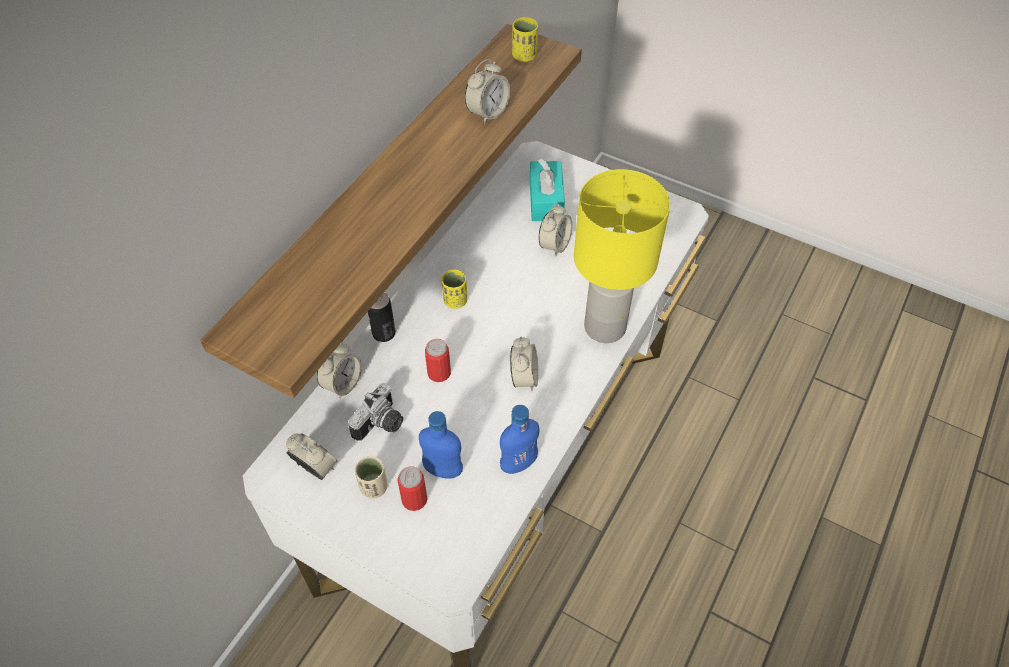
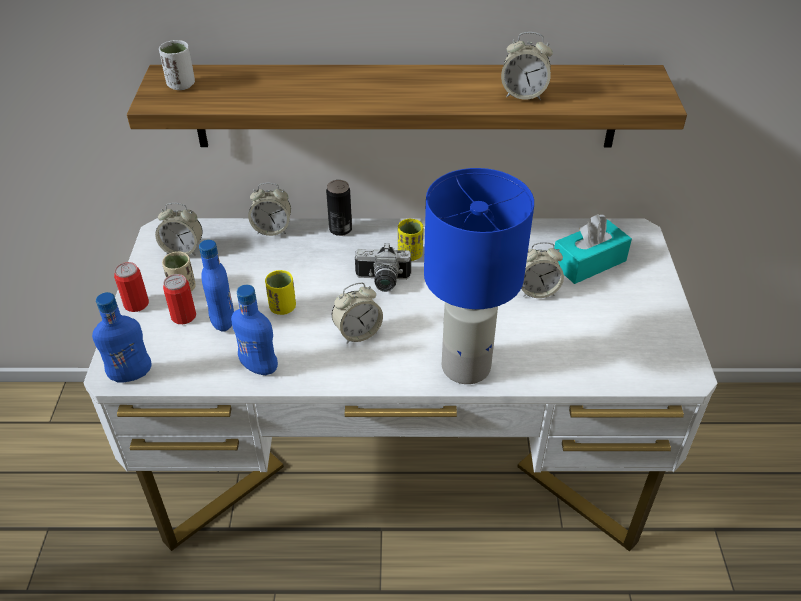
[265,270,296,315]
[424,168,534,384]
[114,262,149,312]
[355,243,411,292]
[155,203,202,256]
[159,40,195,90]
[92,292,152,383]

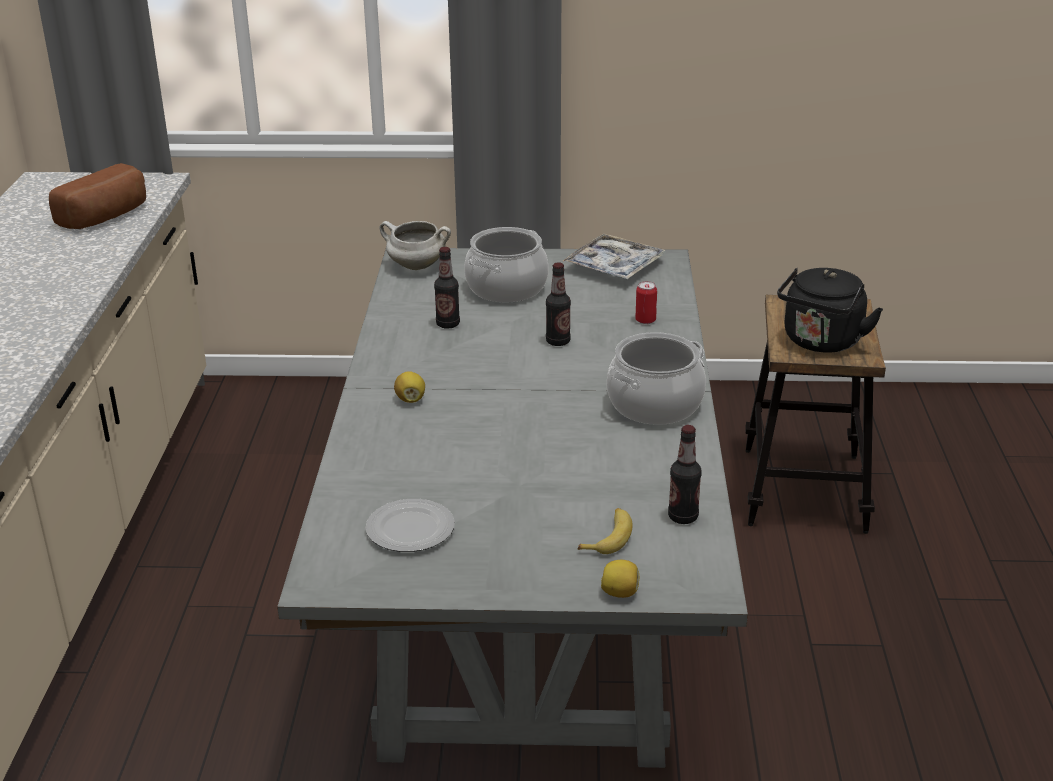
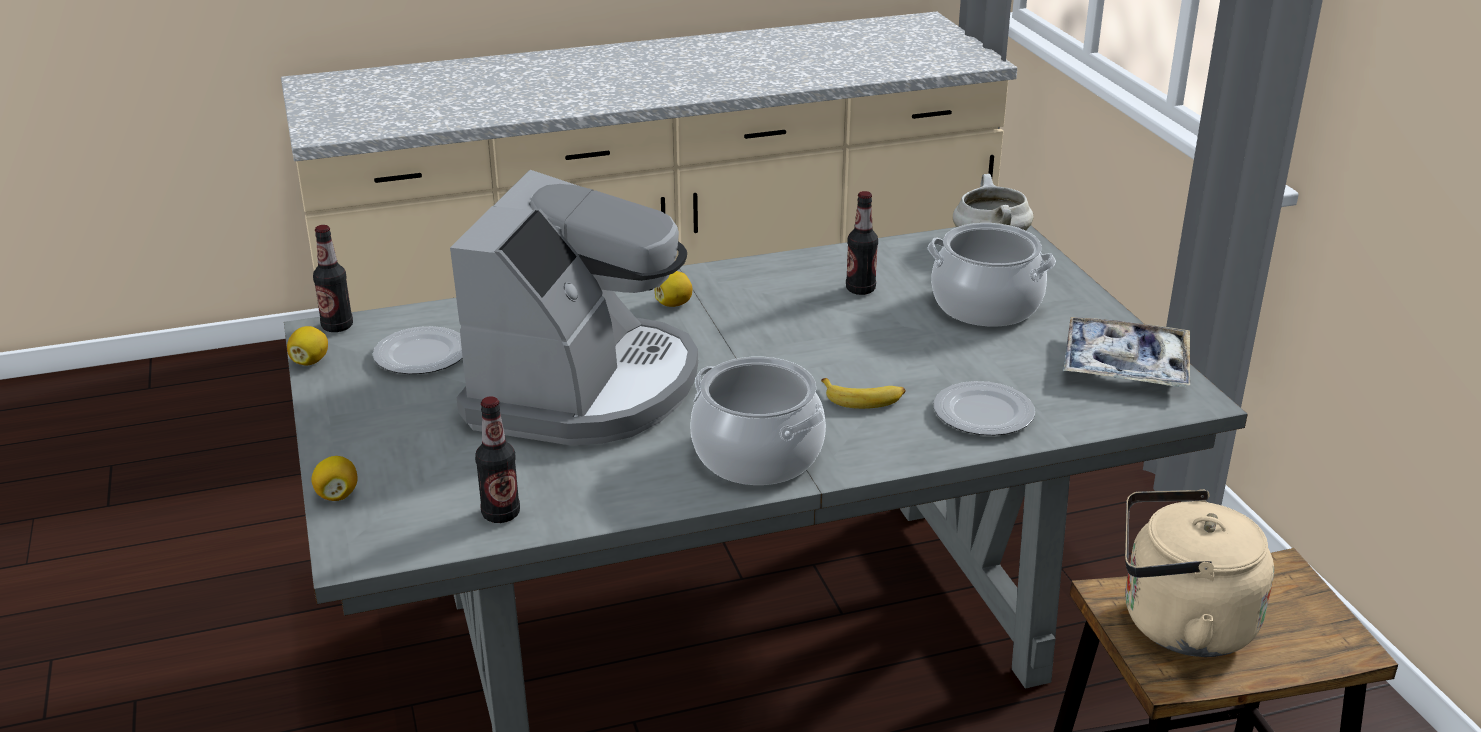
[49,163,146,229] (first image)
[313,225,353,332]
[1125,489,1274,657]
[934,381,1035,436]
[821,378,905,409]
[450,170,698,445]
[287,326,328,366]

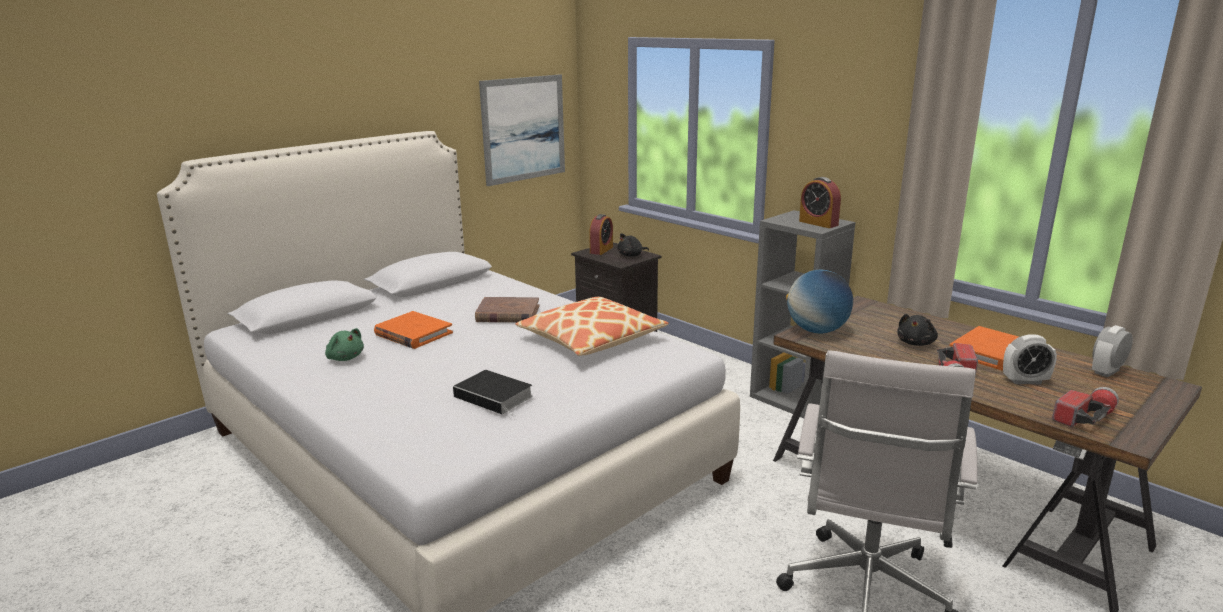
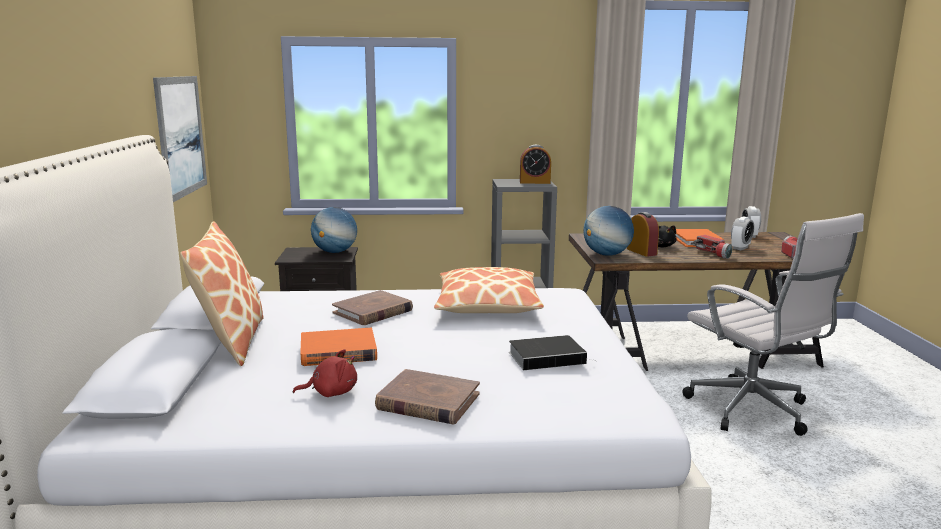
[627,212,659,257]
[311,207,357,253]
[293,349,357,397]
[180,221,264,366]
[375,369,480,425]

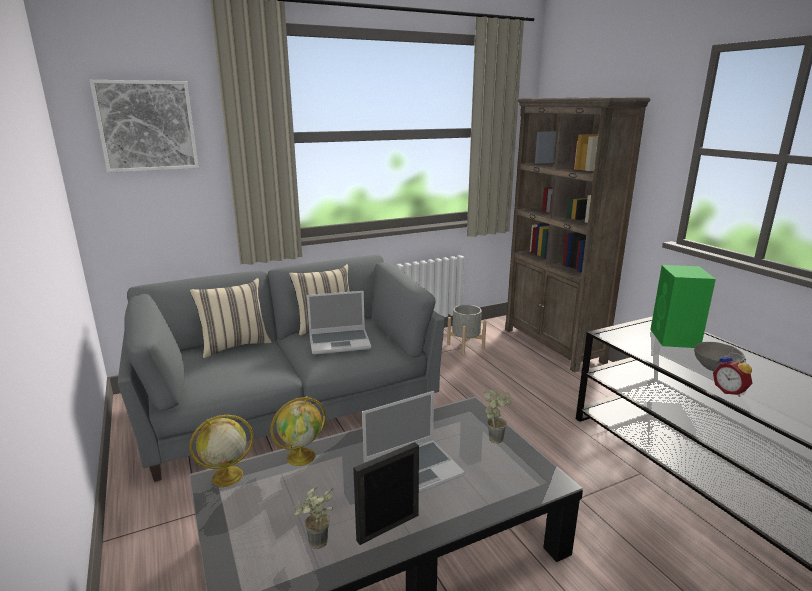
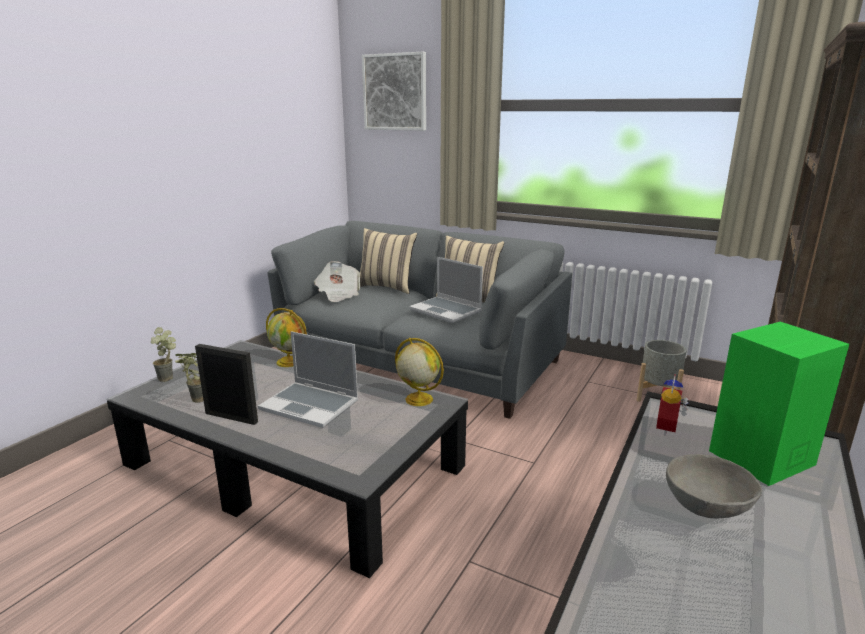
[656,374,689,436]
[151,327,176,382]
[395,338,444,406]
[314,261,360,302]

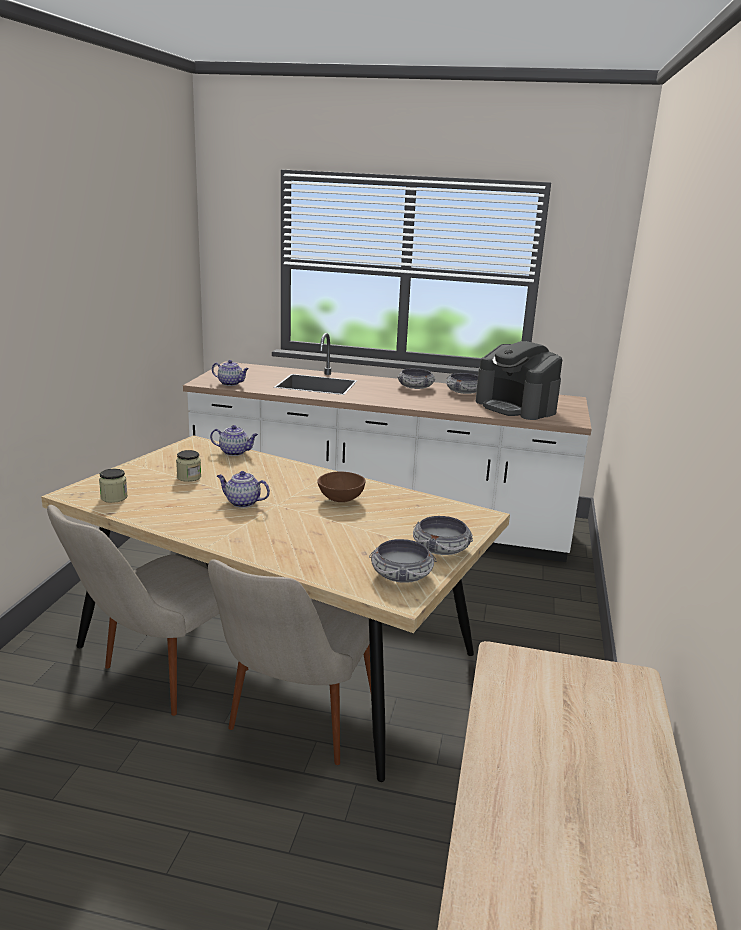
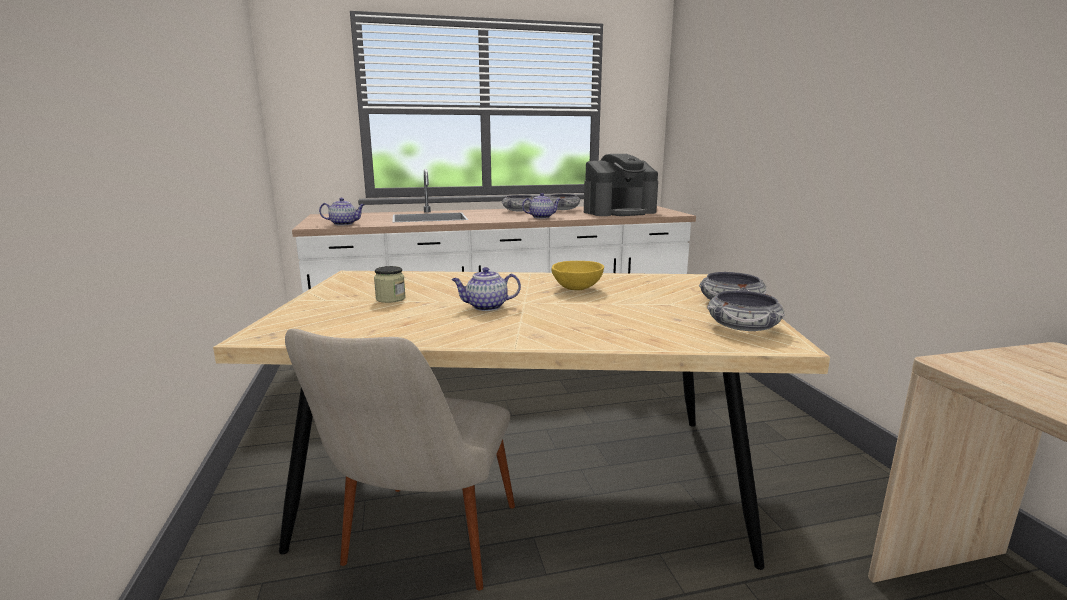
[584,154,658,216]
[522,193,561,219]
[99,469,128,503] (first image)
[551,261,604,290]
[208,559,371,765] (first image)

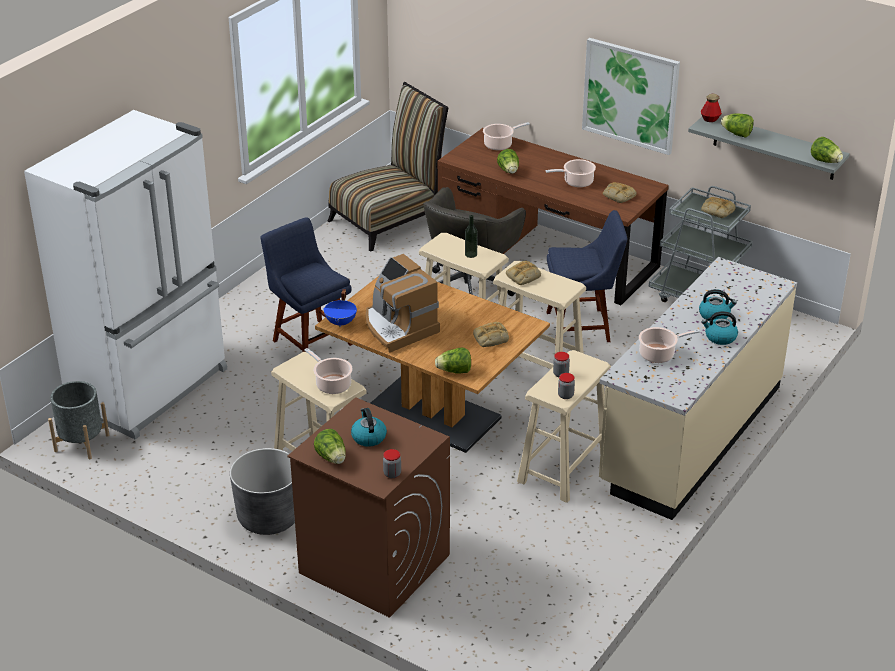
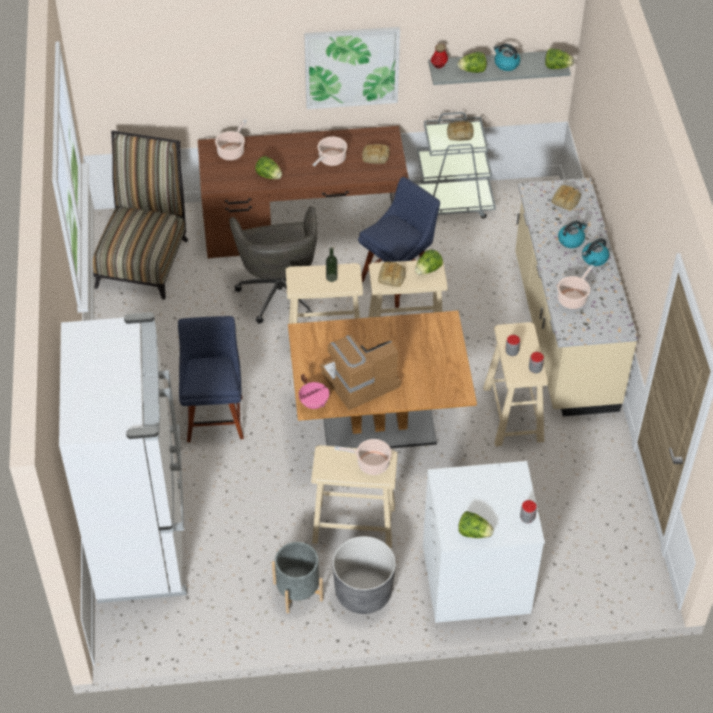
[178,316,244,442]
[320,335,401,410]
[299,374,329,409]
[552,185,581,211]
[415,249,443,275]
[272,542,323,614]
[423,461,545,623]
[493,43,520,71]

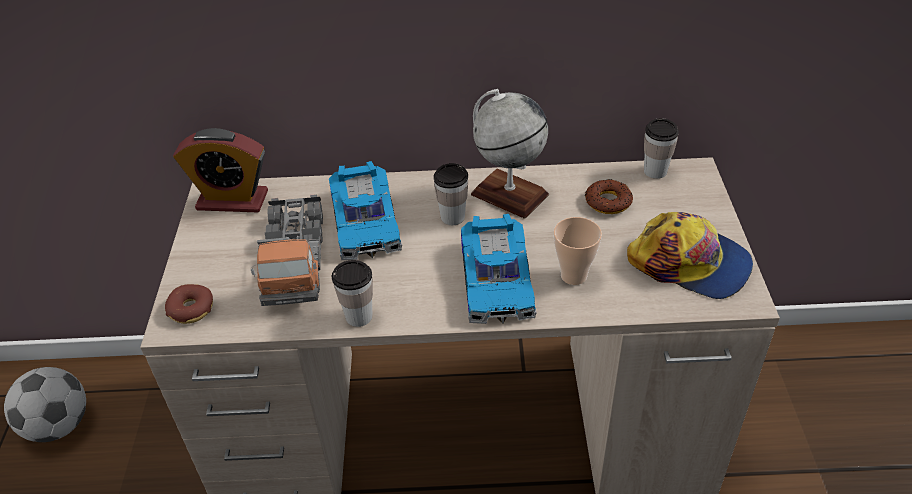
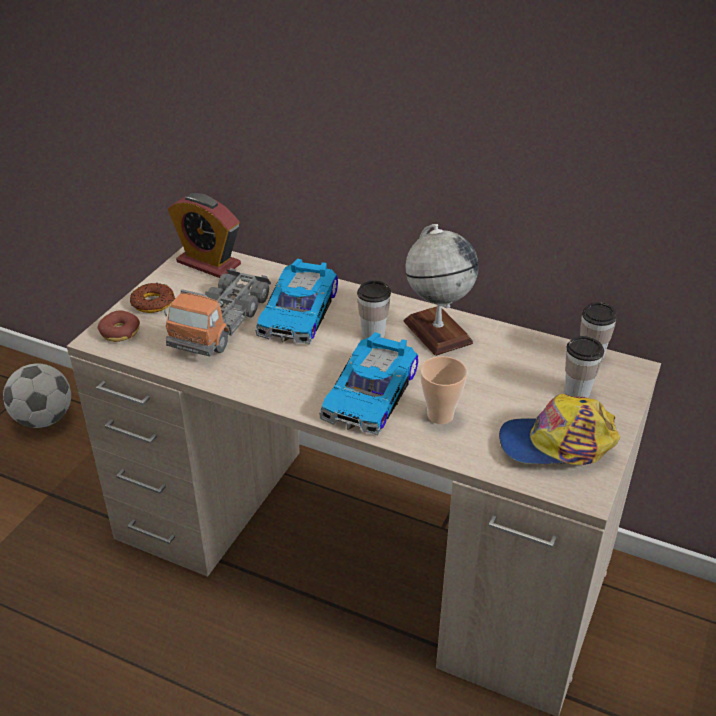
[130,283,175,313]
[499,394,620,465]
[565,336,604,398]

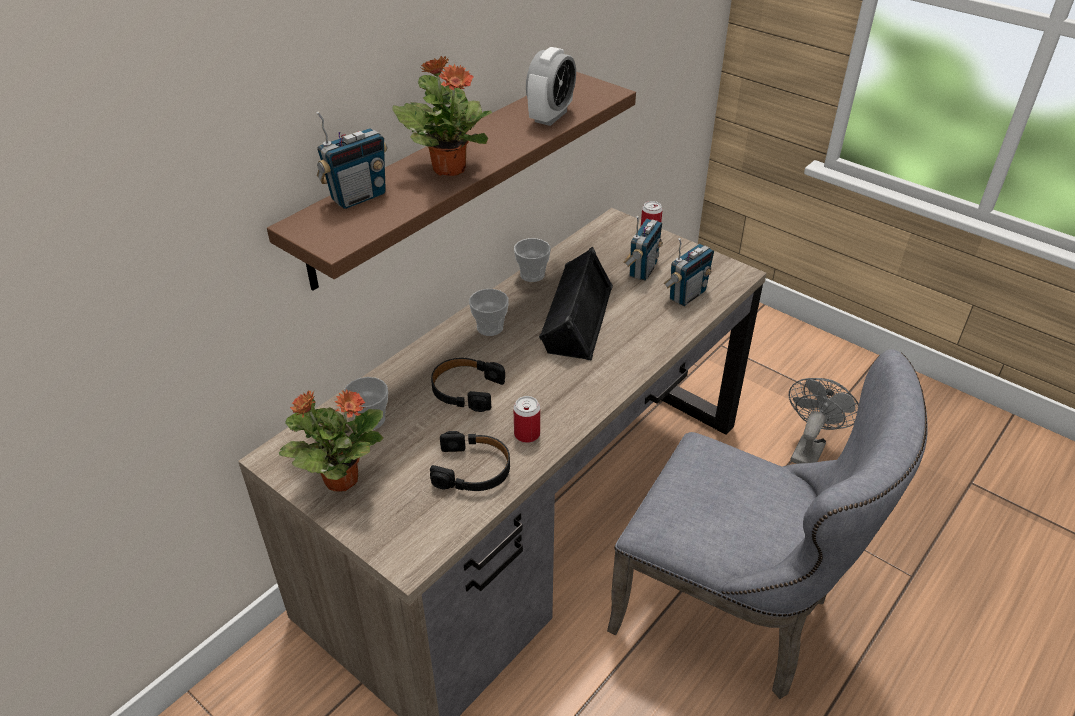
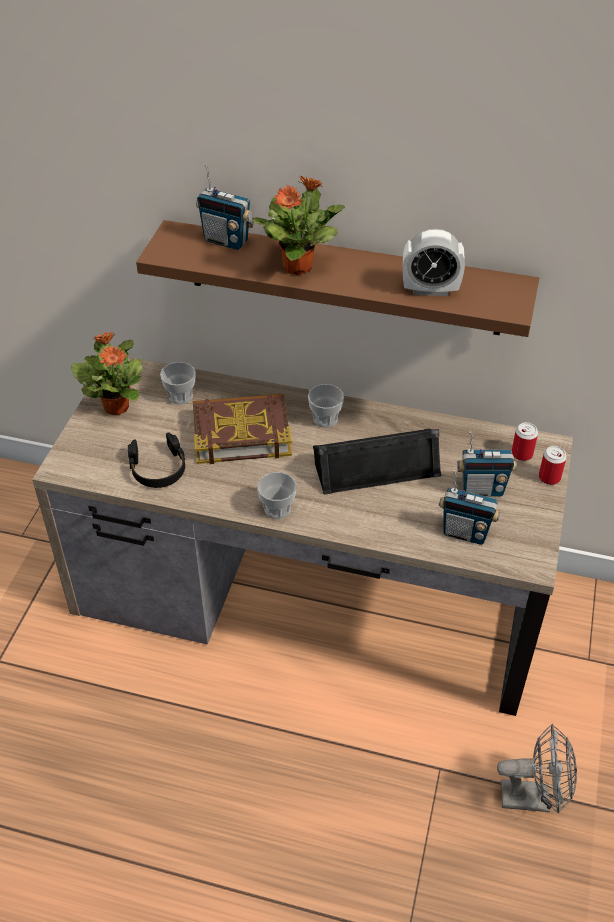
[257,472,297,519]
[607,349,928,699] (first image)
[193,394,292,464]
[512,422,538,461]

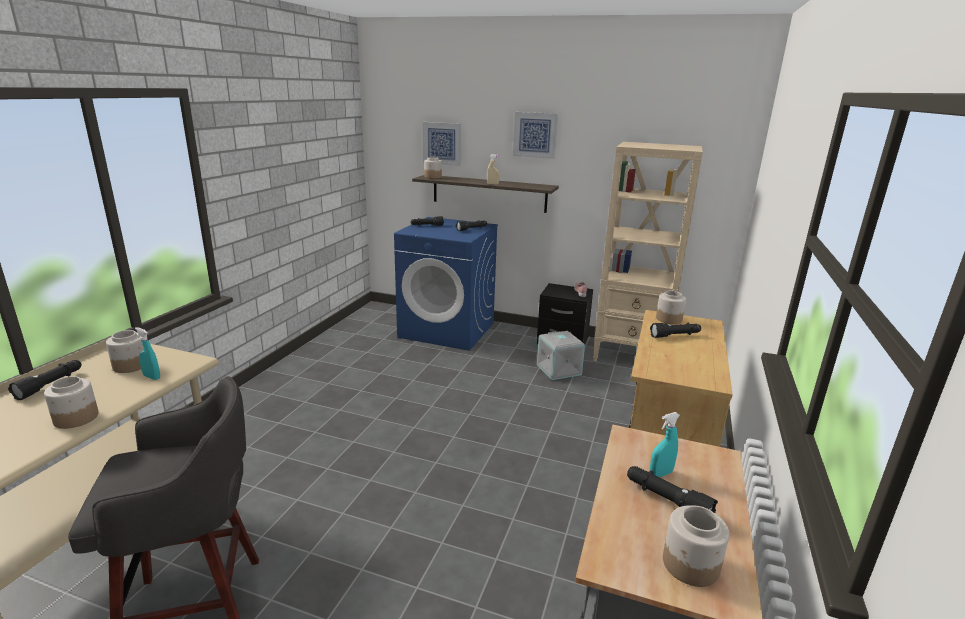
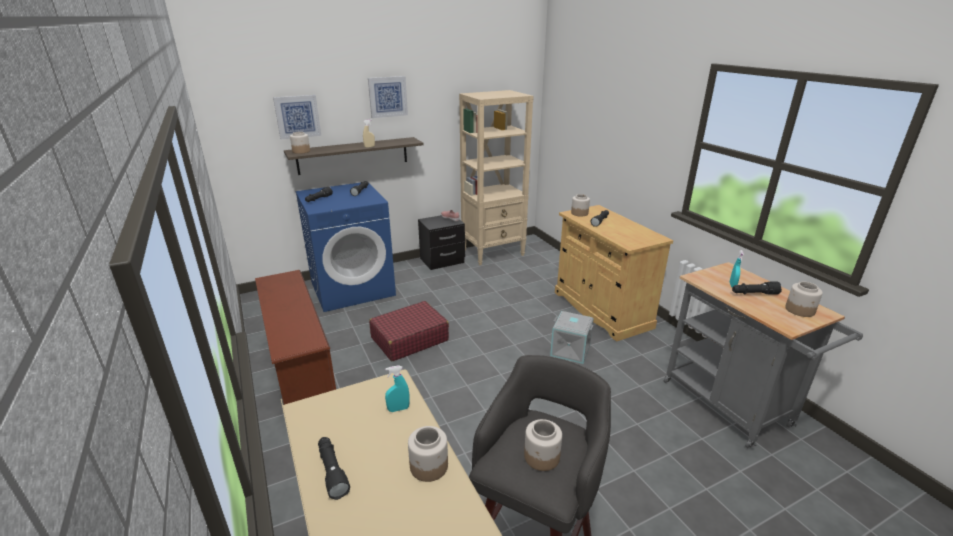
[524,419,562,471]
[550,311,594,364]
[255,270,336,405]
[369,301,449,361]

